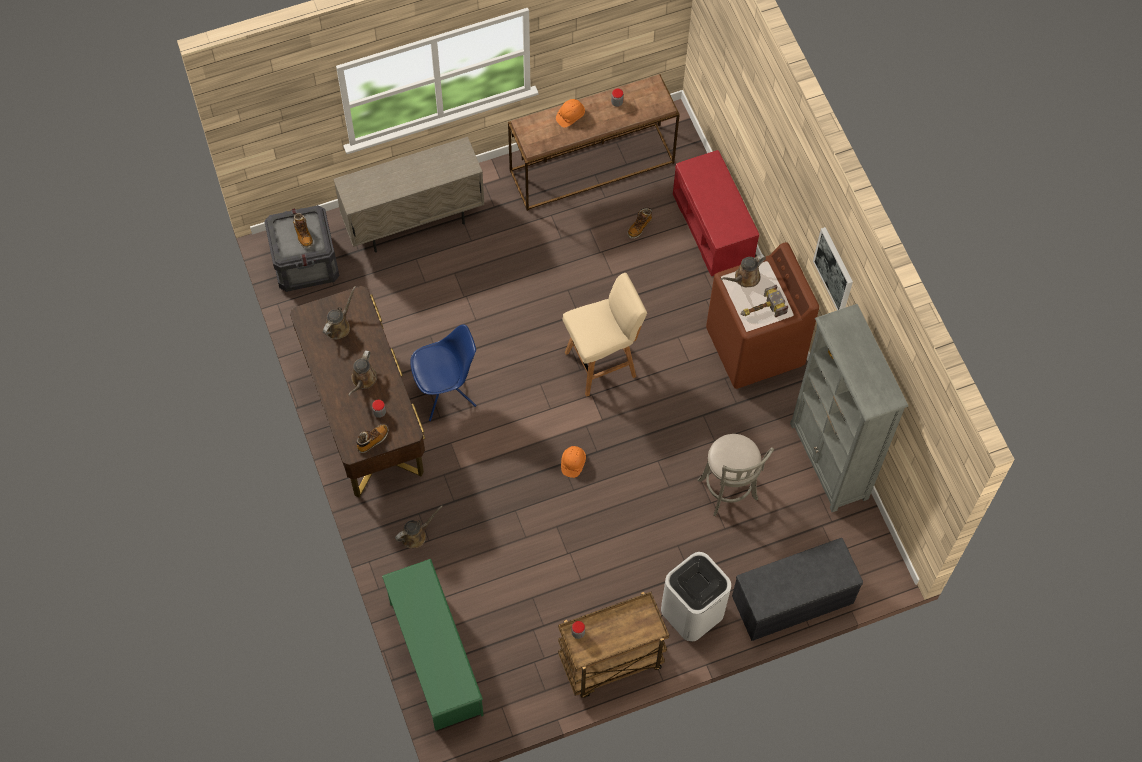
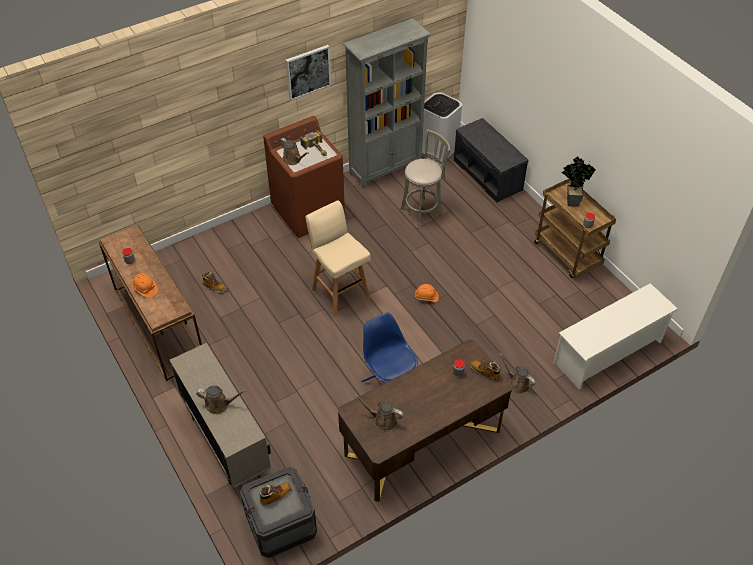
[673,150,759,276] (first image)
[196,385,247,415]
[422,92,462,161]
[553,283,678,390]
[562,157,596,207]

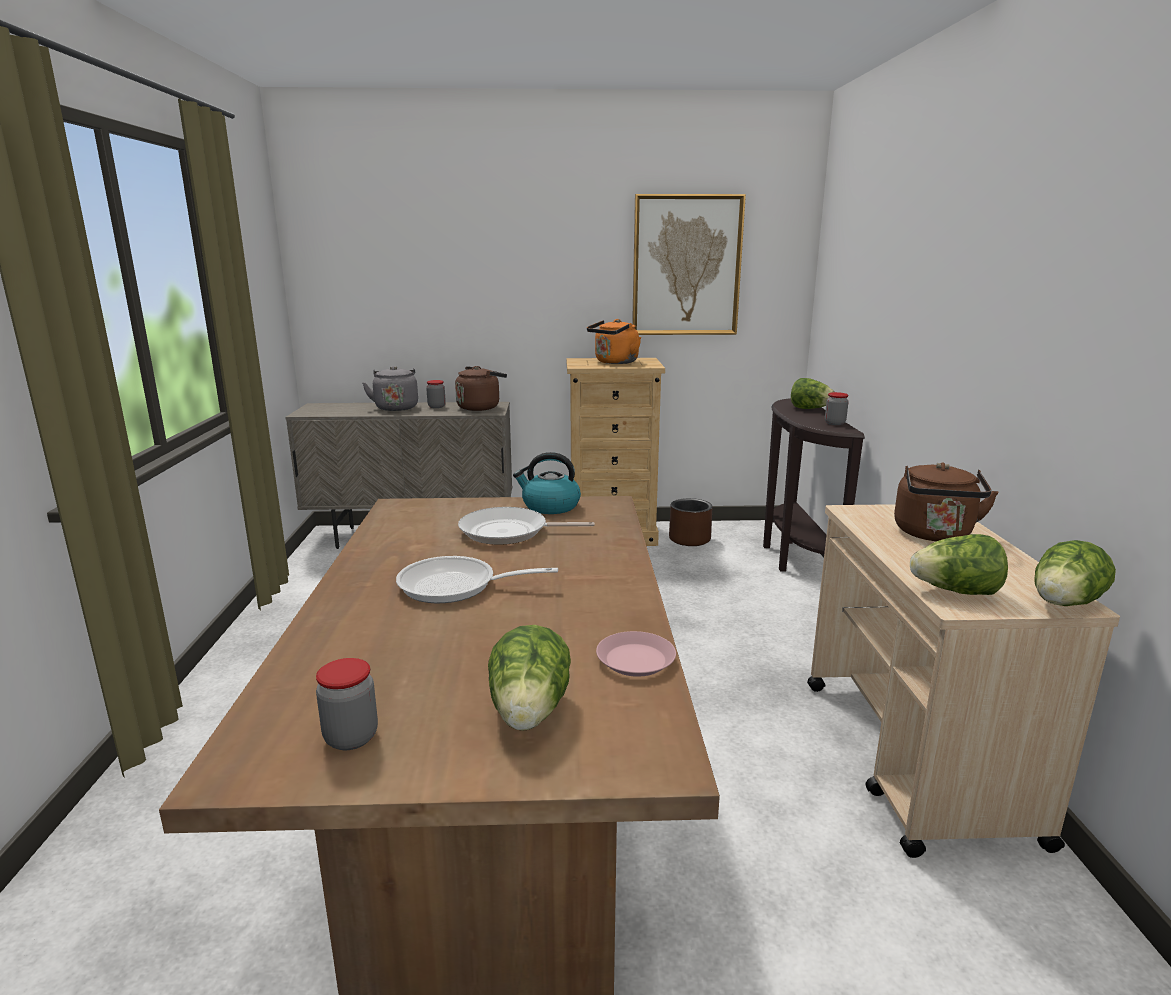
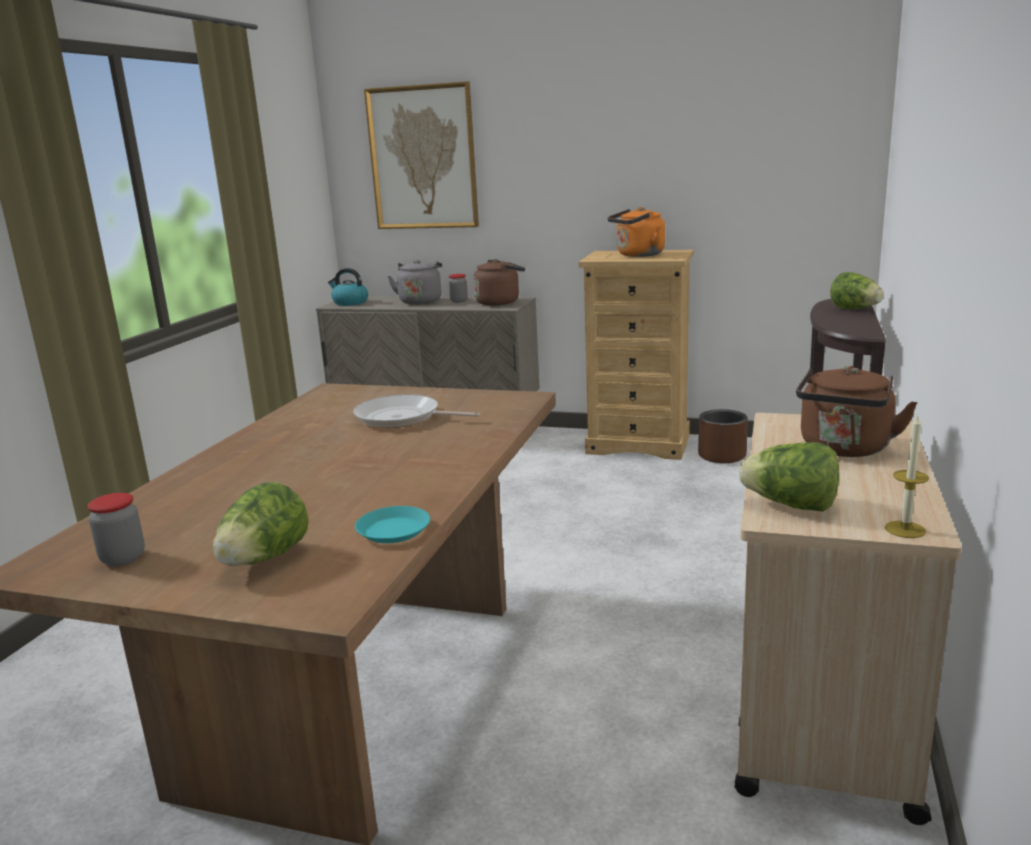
[364,81,479,229]
[825,392,849,425] (first image)
[328,268,368,306]
[885,414,929,538]
[396,556,558,603] (first image)
[355,506,430,543]

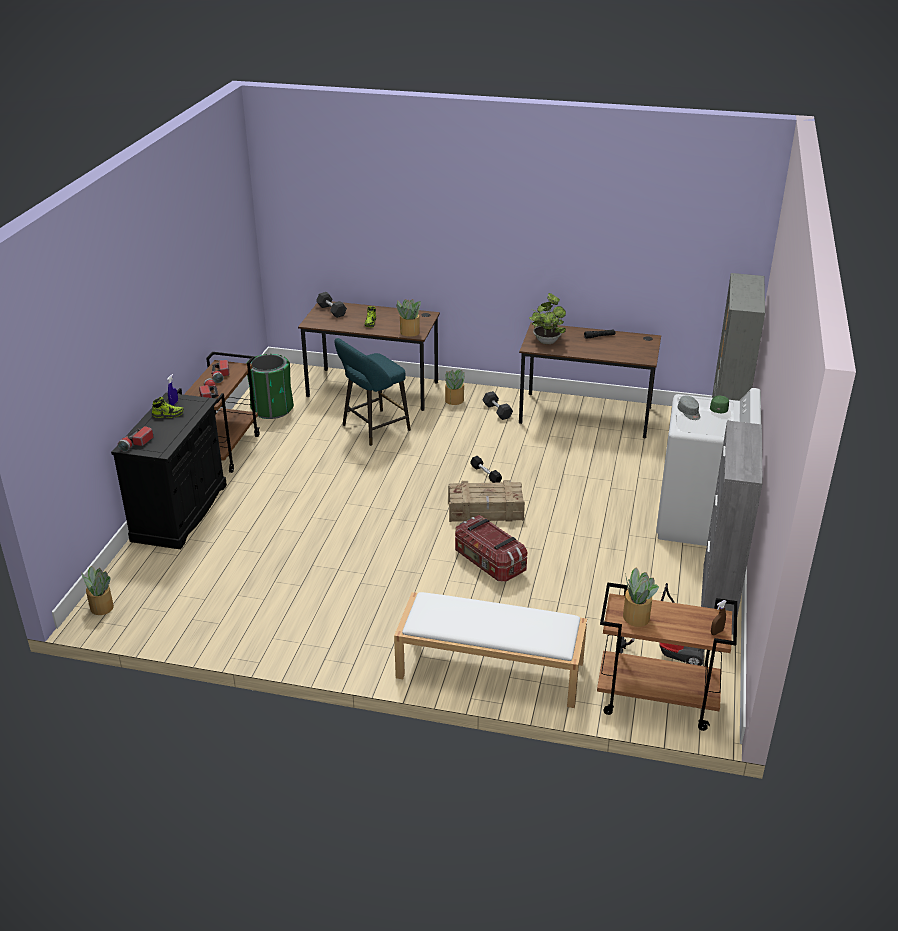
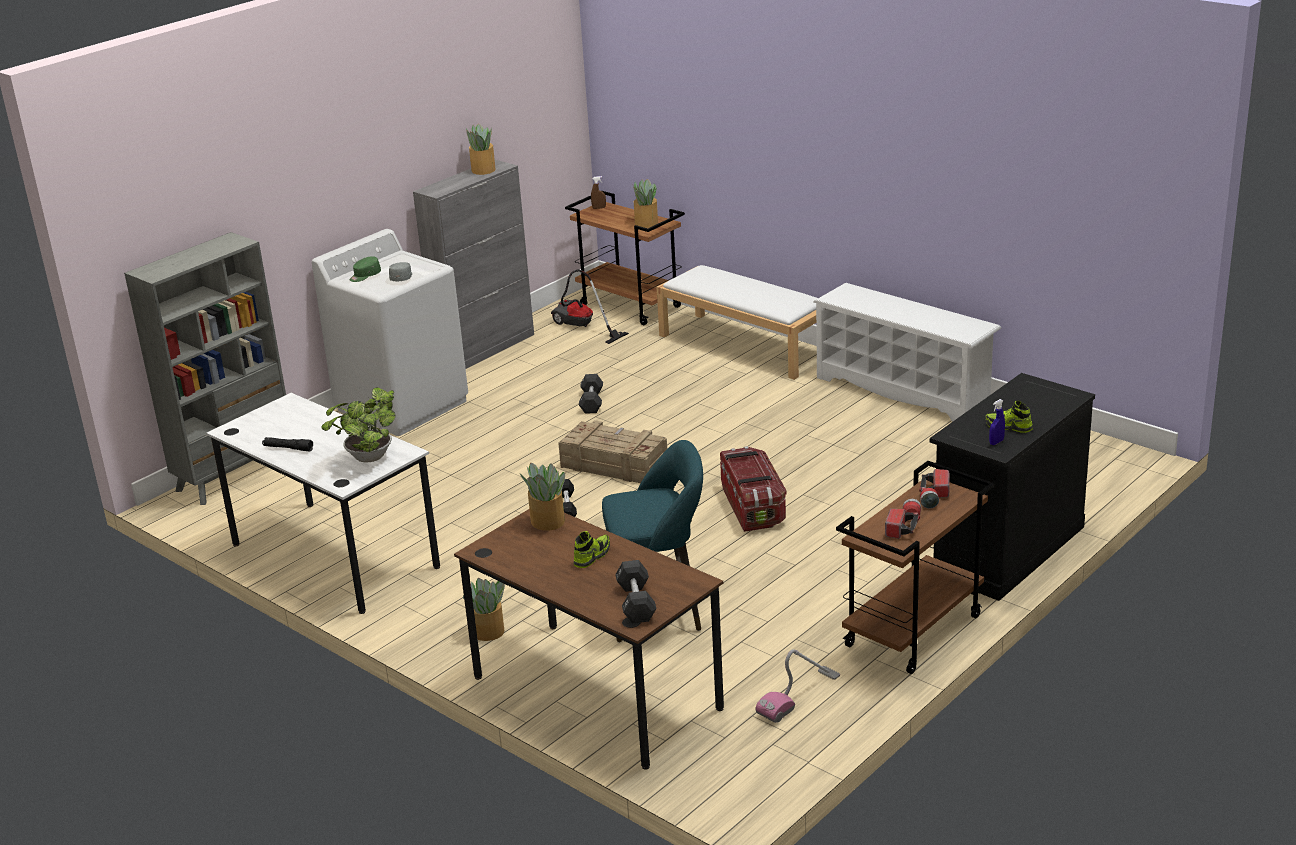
[206,393,440,614]
[755,649,840,723]
[579,374,603,414]
[118,426,154,451] (first image)
[720,446,786,532]
[466,124,496,175]
[813,283,1001,421]

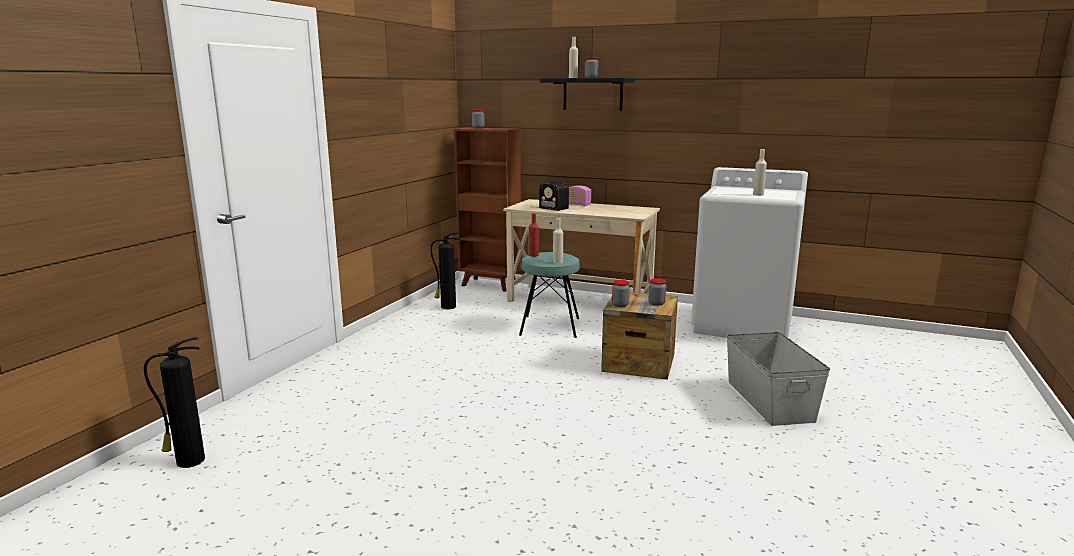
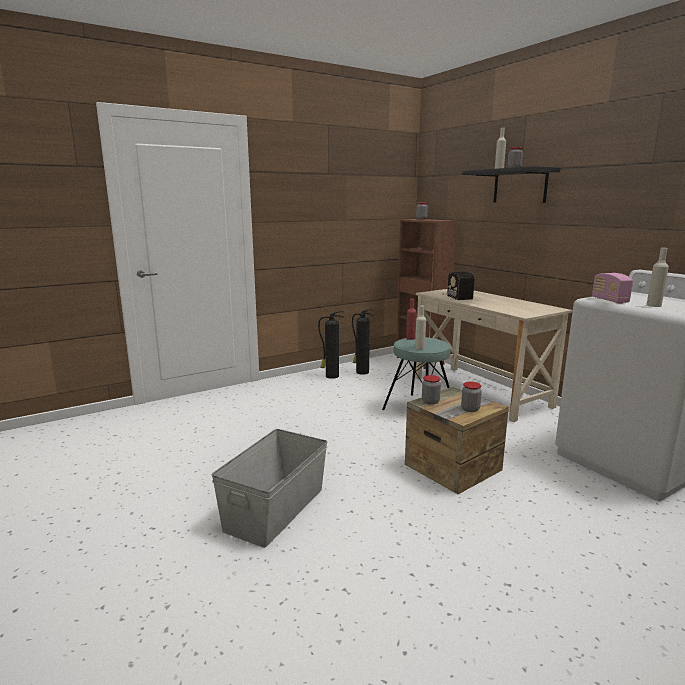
[592,273,633,304]
[212,429,328,548]
[318,311,344,379]

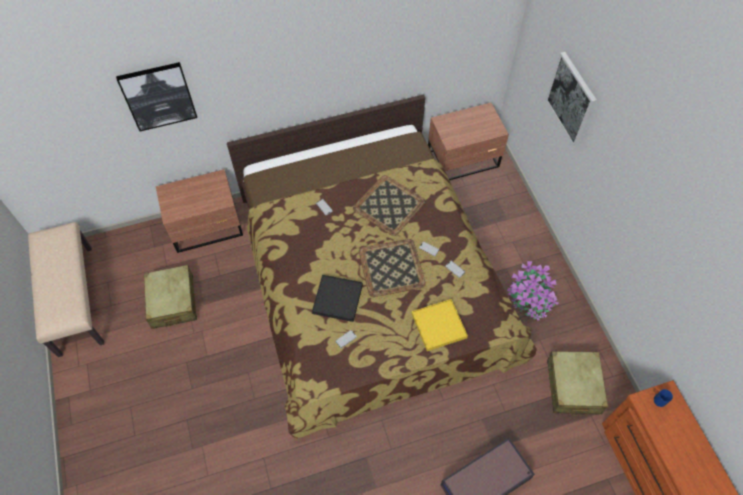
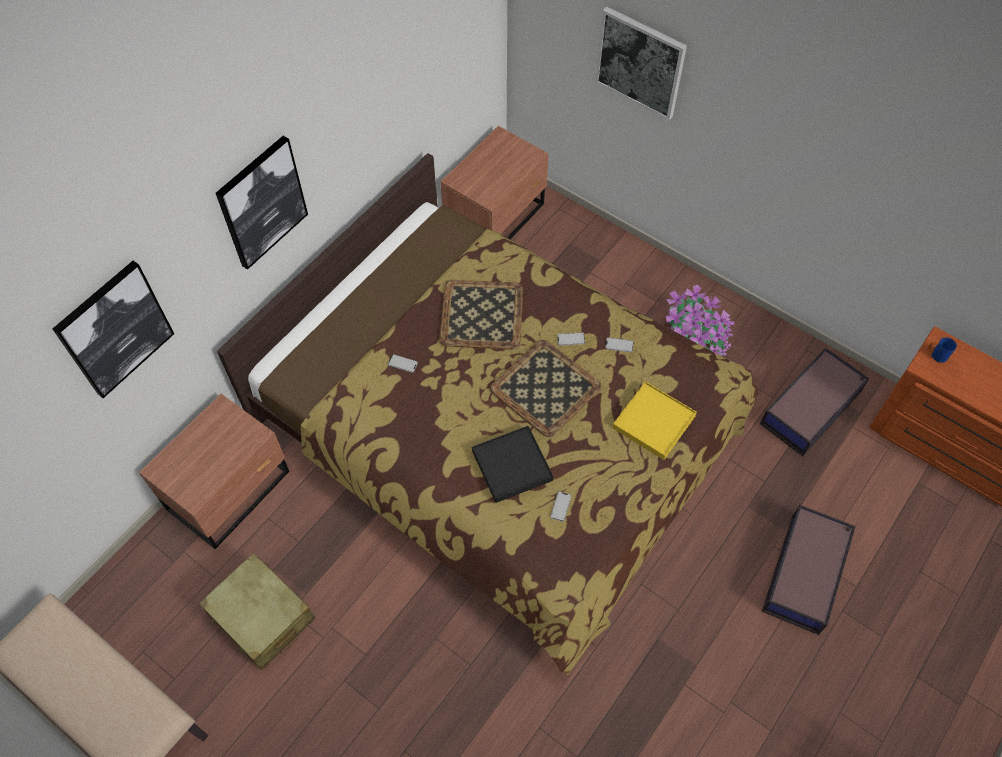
[760,348,870,456]
[216,136,308,270]

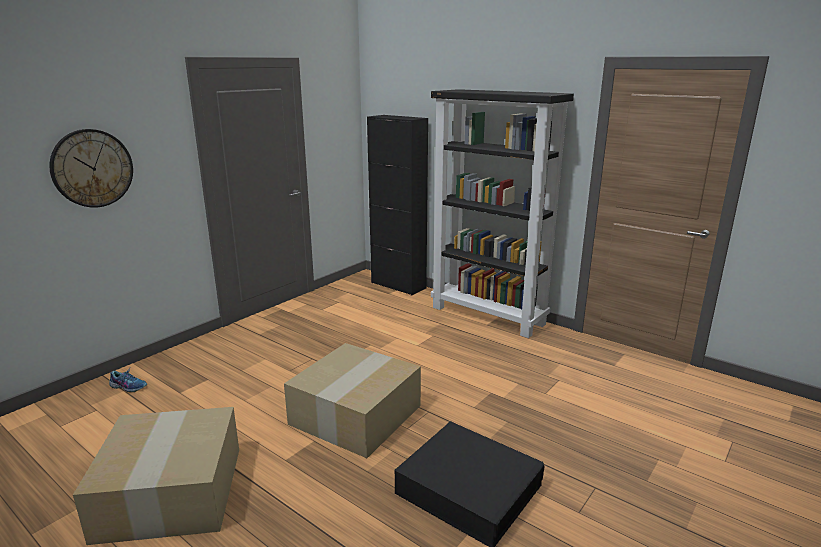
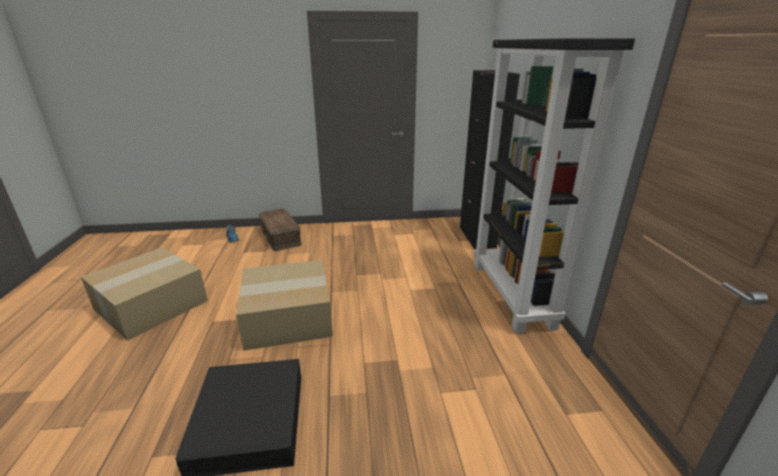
[49,129,133,208] (first image)
[259,208,302,251]

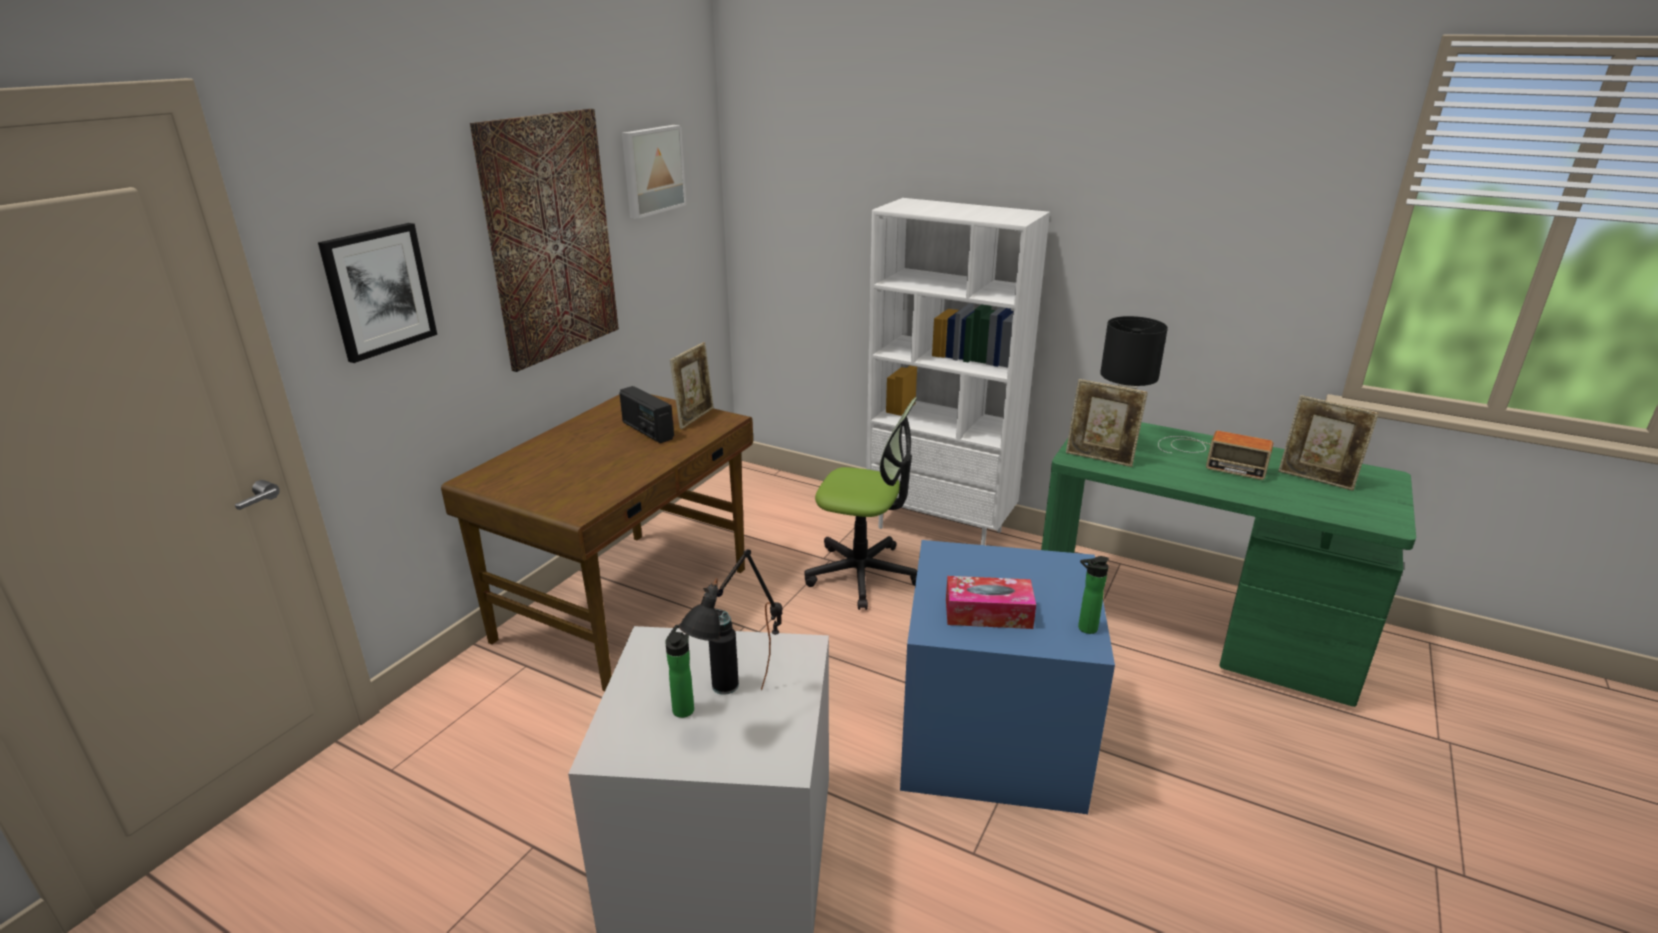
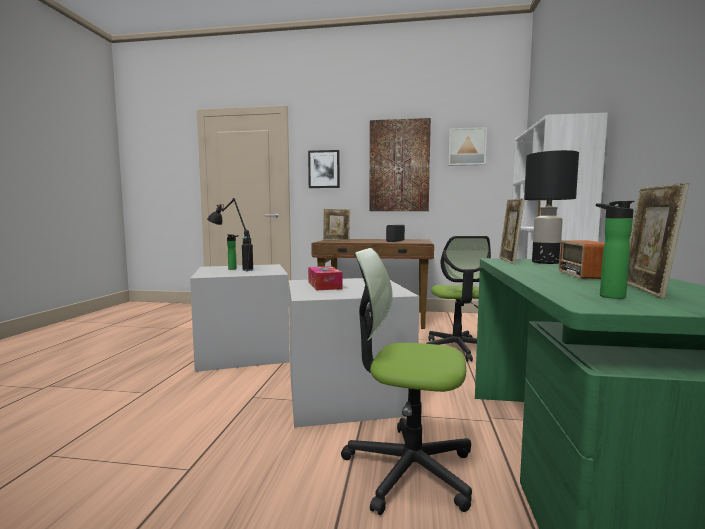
[323,209,350,241]
[289,278,419,428]
[596,201,634,299]
[341,248,472,515]

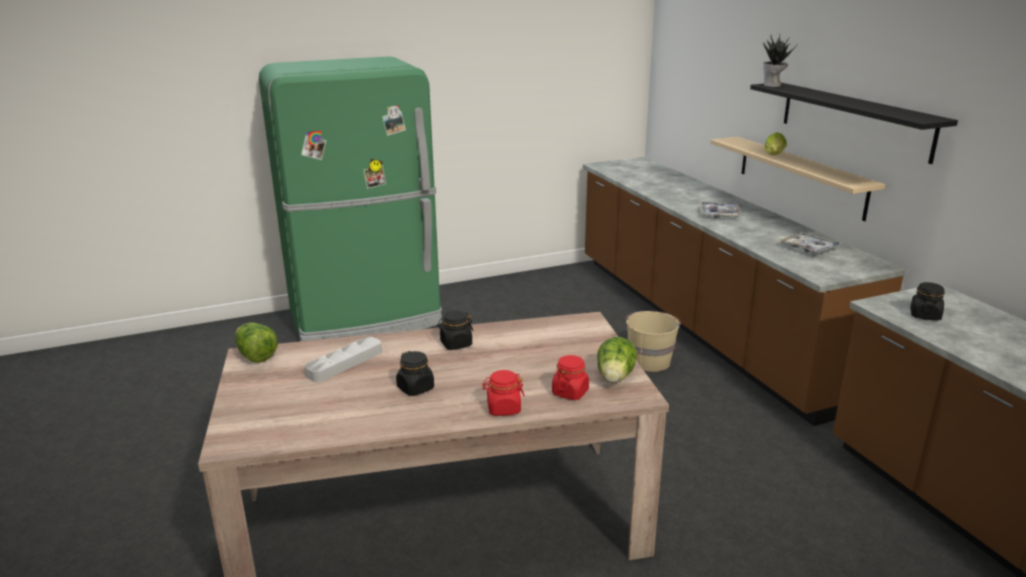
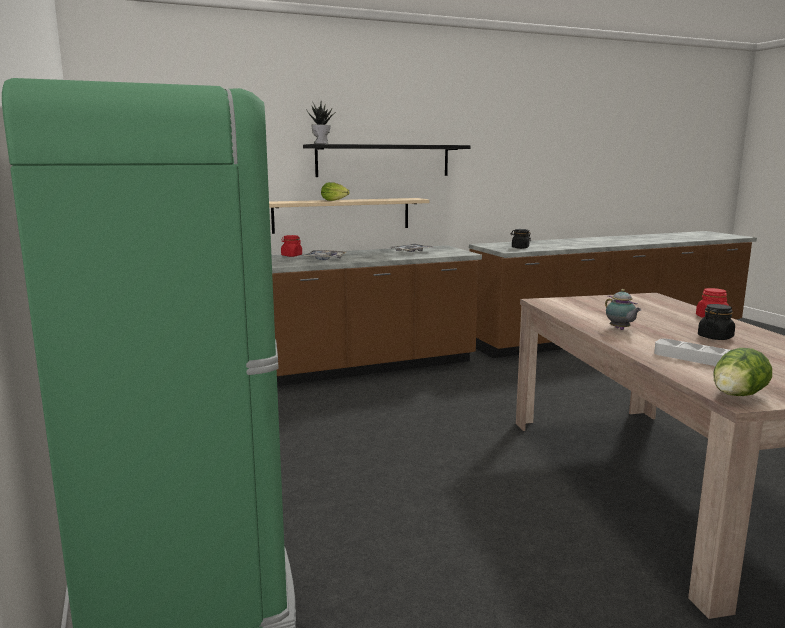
[605,289,641,330]
[626,311,681,372] (first image)
[597,337,637,383] (first image)
[281,235,302,257]

